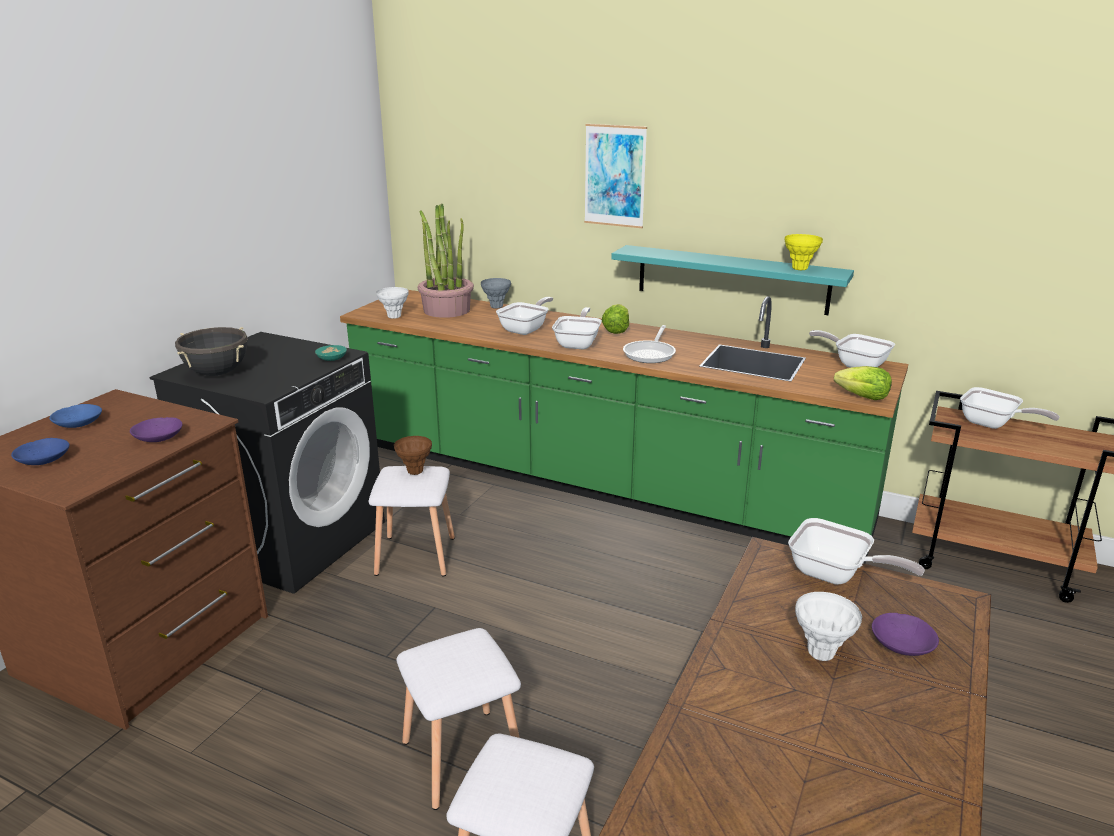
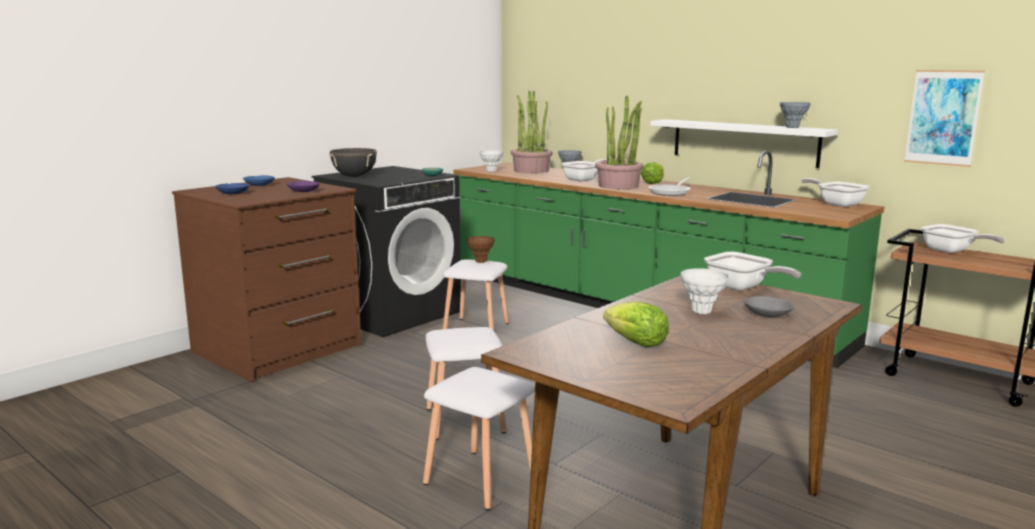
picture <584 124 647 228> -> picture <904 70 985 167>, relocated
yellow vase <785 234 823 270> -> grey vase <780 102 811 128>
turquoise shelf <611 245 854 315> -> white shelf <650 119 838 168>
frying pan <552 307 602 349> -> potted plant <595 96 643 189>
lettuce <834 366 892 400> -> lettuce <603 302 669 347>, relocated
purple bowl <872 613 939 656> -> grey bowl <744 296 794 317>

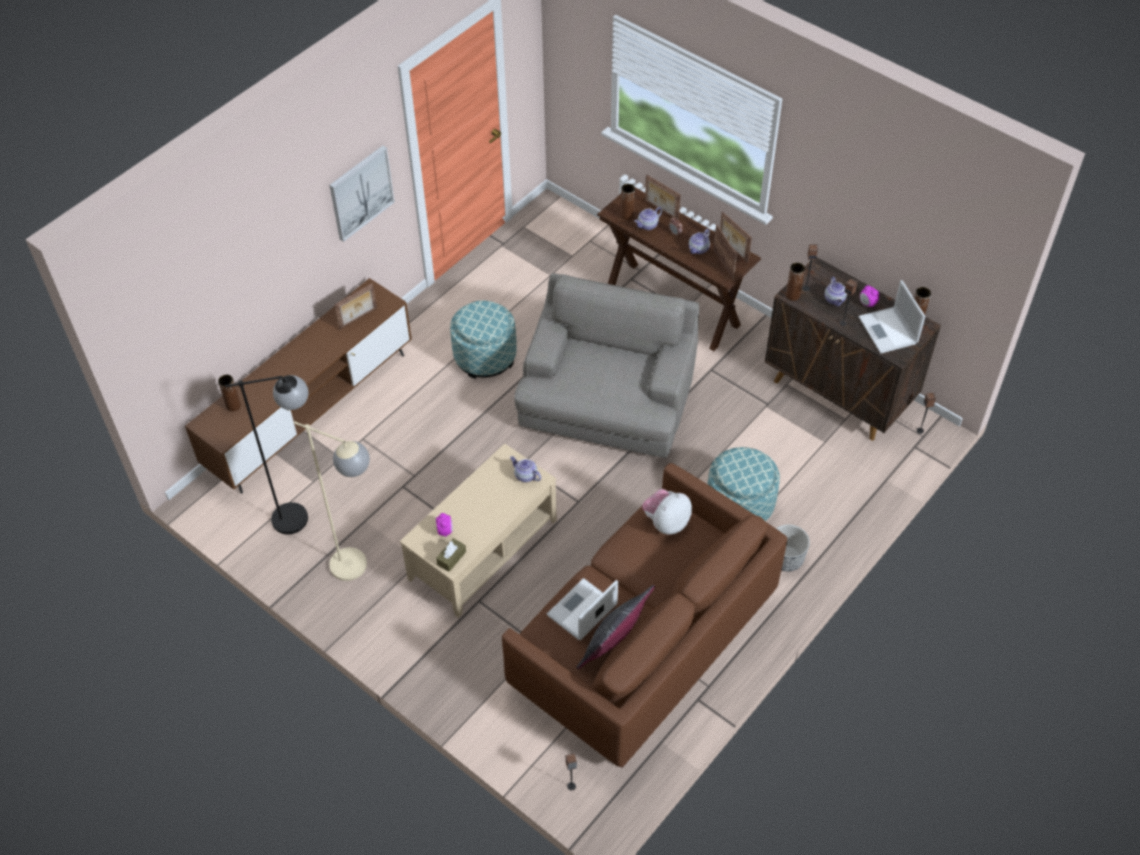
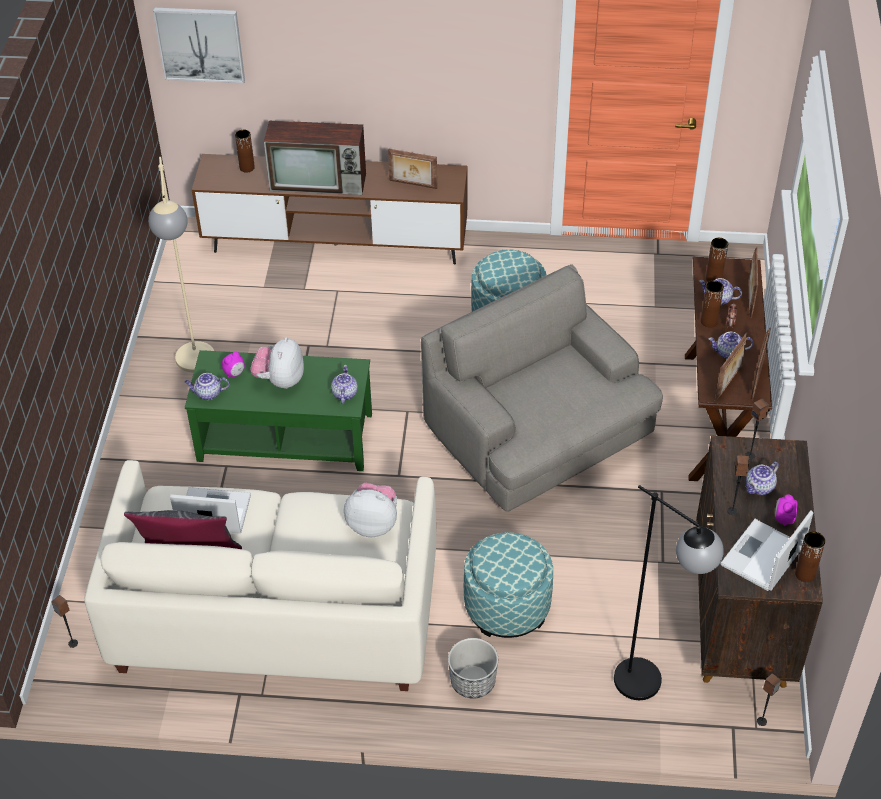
picture <330 146 395 242> -> picture <153 8 245 83>, relocated
brown vase <786 263 805 301> -> brown vase <701 281 724 327>, relocated
grey armchair <514 273 699 458> -> grey armchair <421 264 663 512>, 105 degrees counterclockwise
black floor lamp <225 375 308 534> -> black floor lamp <614 485 724 700>, relocated
beige coffee table <400 443 557 618> -> green coffee table <185 350 372 471>
brown sofa <502 463 787 768> -> white sofa <84 460 436 691>
brown tissue box <436 538 466 572> -> teapot <185 373 229 400>
none -> television <264 121 366 195>
none -> plush toy <250 337 304 389>

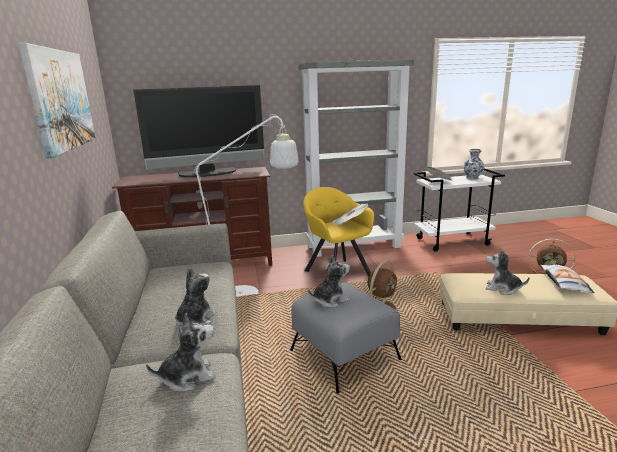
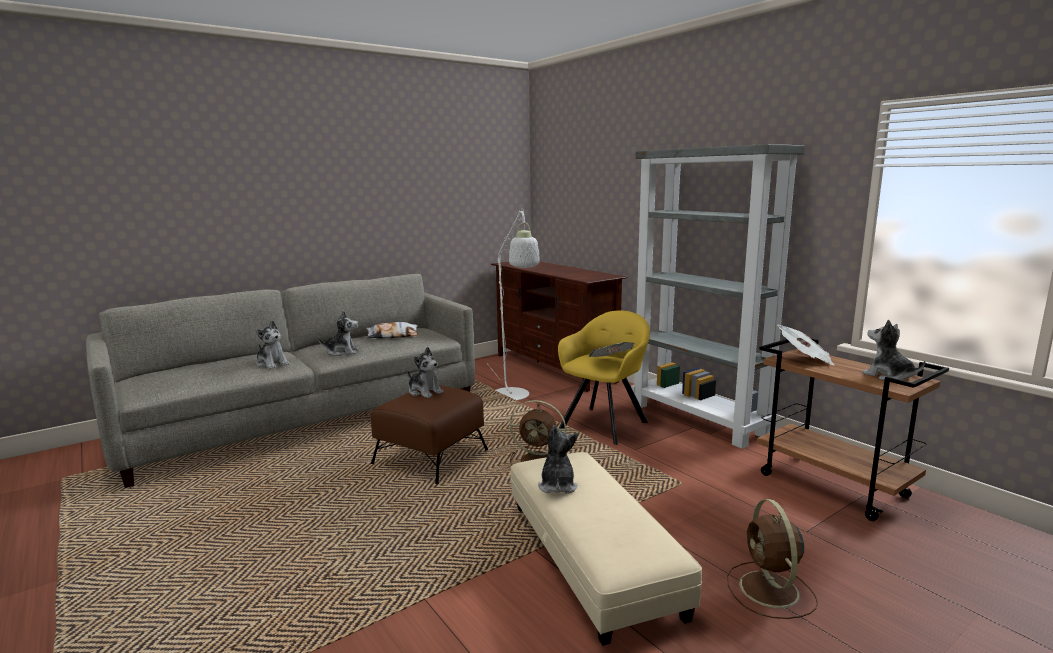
picture <18 43 96 159> -> none
television <133 85 265 177> -> none
vase <463 149 484 179> -> plush toy <862 320 925 380>
white cart <414 168 505 252> -> brown cart <757 339 949 521>
pillow <541 265 595 293> -> pillow <366 322 418 339>, relocated
grey ottoman <290 283 402 393> -> brown ottoman <371 385 488 484>

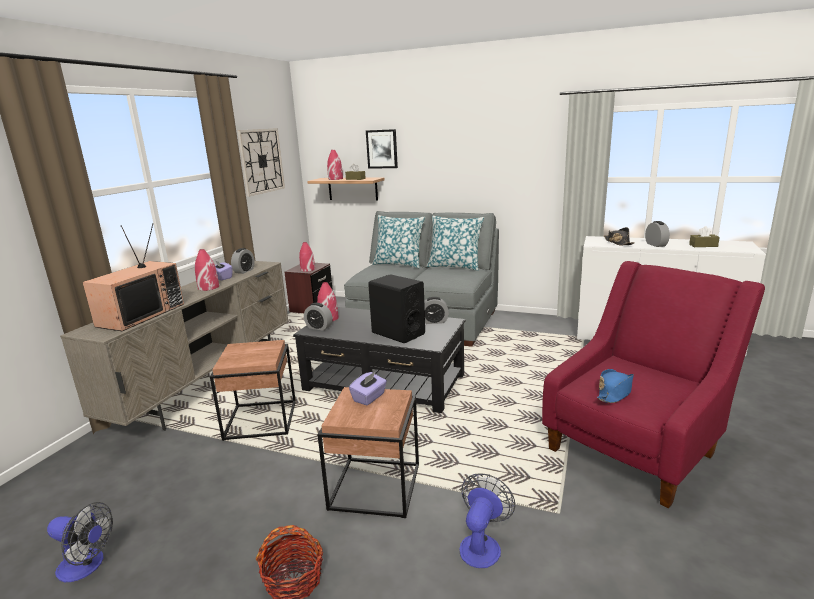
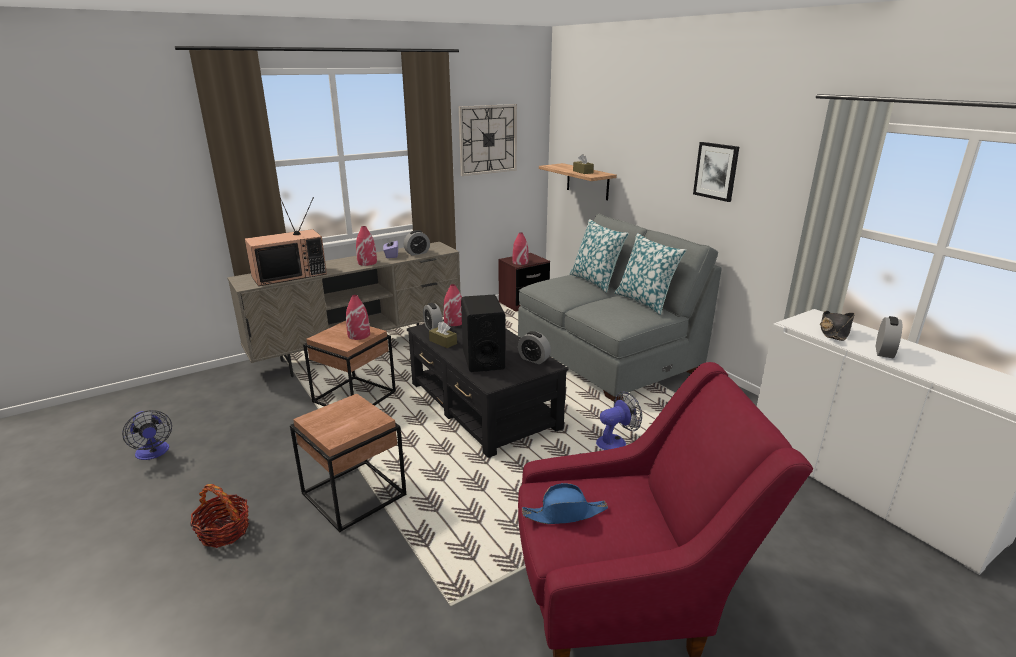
picture <366 129 398 169> -> picture <693 142 739 202>, relocated
red vase <327 150 343 180> -> red vase <346 295 370 340>, relocated
brown tissue box <689 226 720 247> -> brown tissue box <429 322 457 348>, relocated
purple tissue box <349 371 387 405> -> none
fan <460 473 515 568> -> fan <596 391 642 450>, relocated

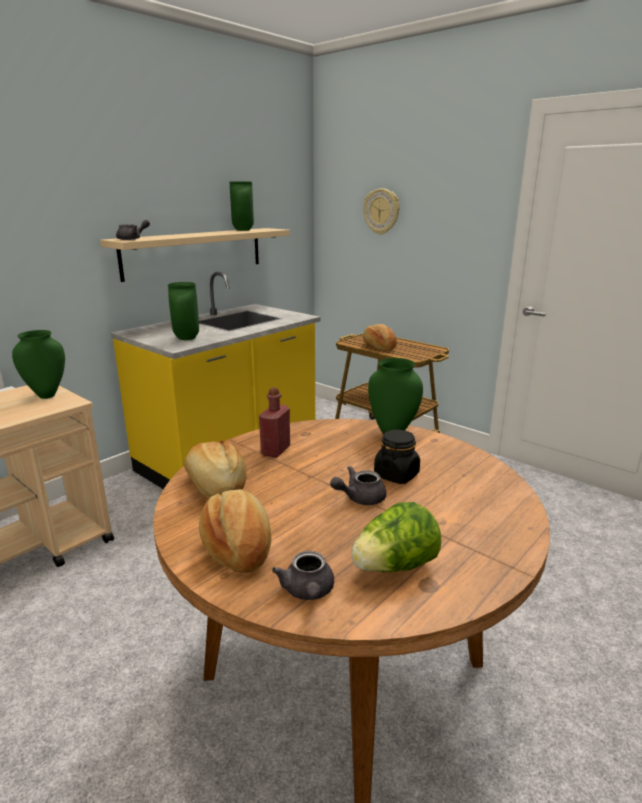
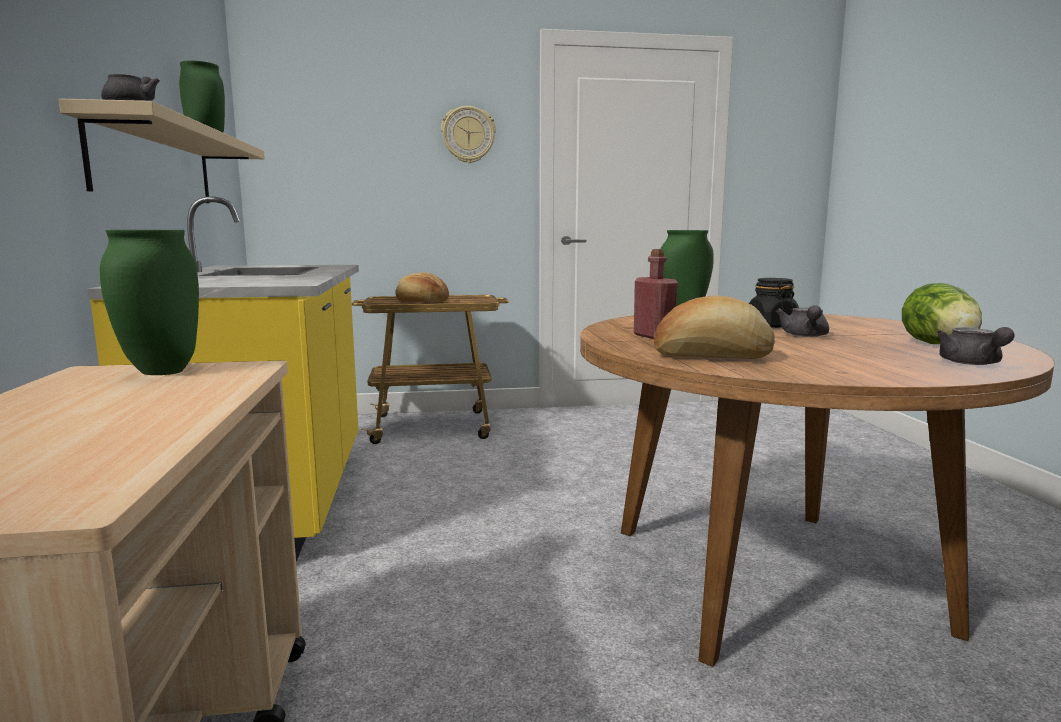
wall clock <363 188 400 234> -> wall clock <441 106 496 163>, relocated
green vase <168 282 199 340> -> none
bread <199 489 271 573> -> none
grey teapot <272 551 334 600> -> grey teapot <937 327 1015 365>, 60 degrees clockwise

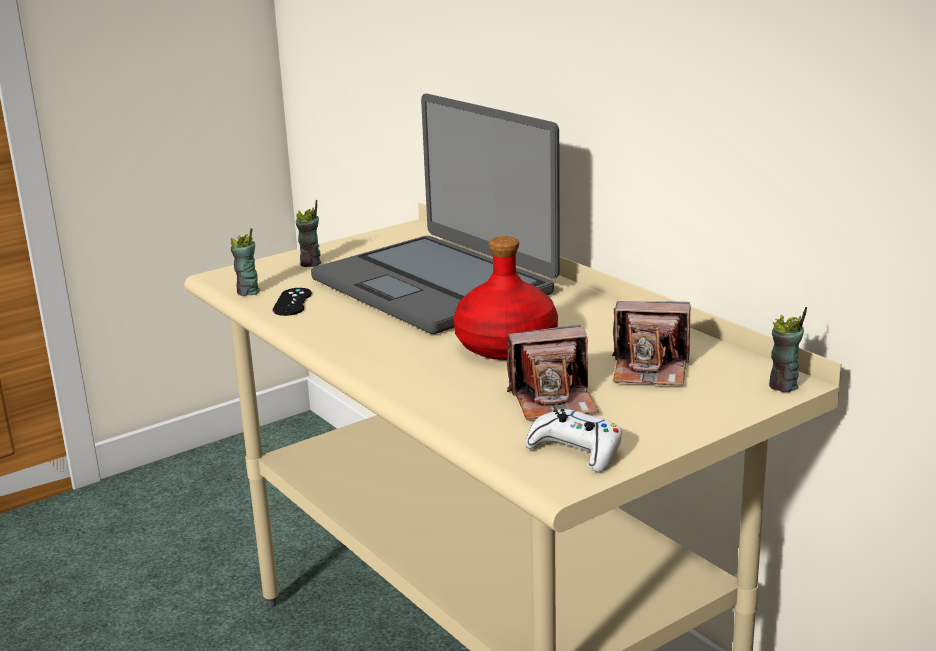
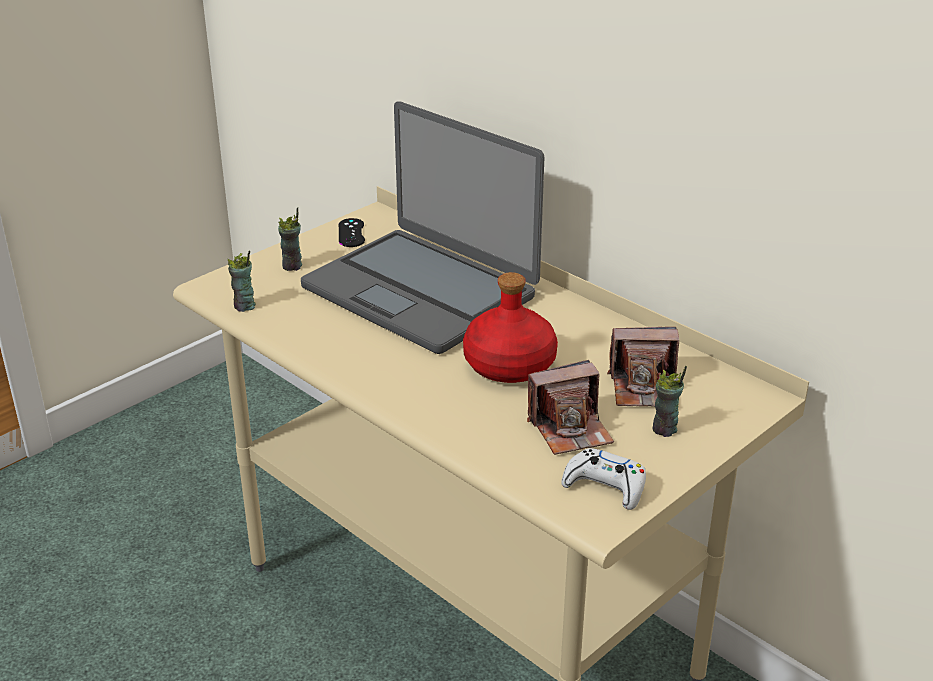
black game controller <273 288 312 316> -> black game controller <339 218 365 247>, relocated
cup <769 307 807 392> -> cup <652 366 687 437>, relocated

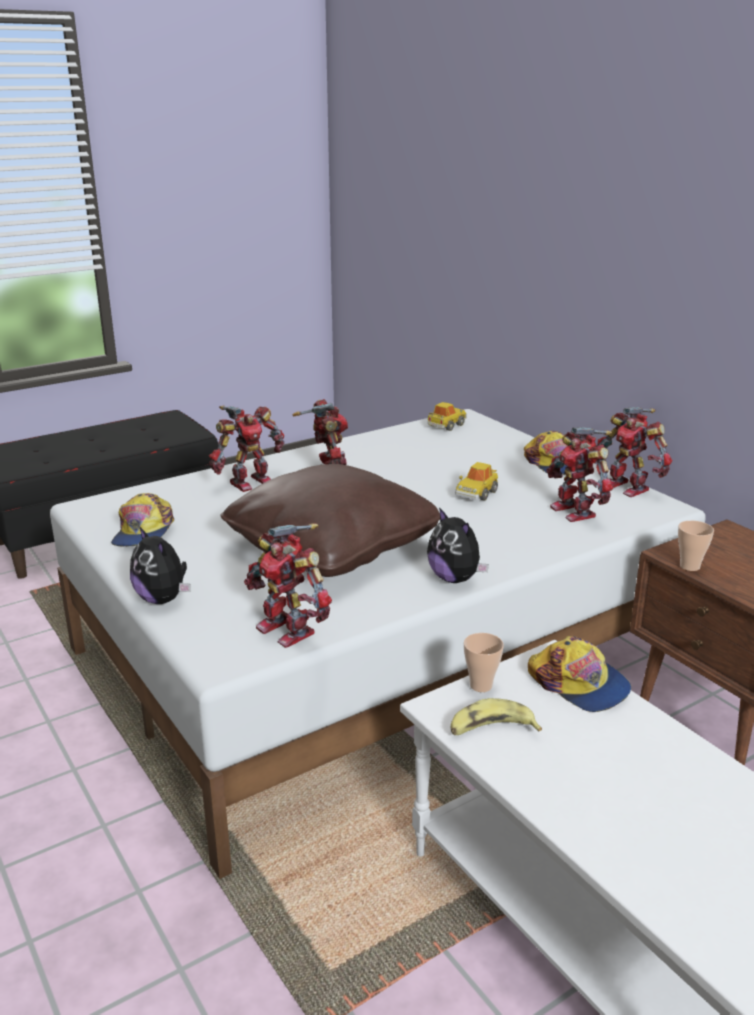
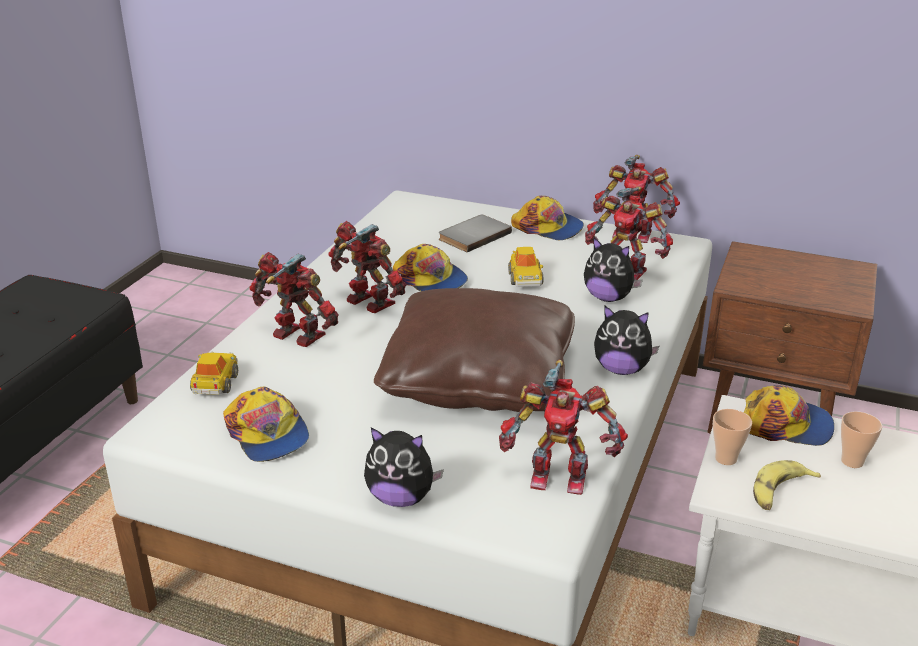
toy car <428 402 467 431> -> toy car <190 352 238 395>, relocated
toy robot <209 405 284 492> -> toy robot <250 252 339 347>, 75 degrees counterclockwise
cup <678 520 714 571> -> cup <841 411 882 468>, relocated
none -> grey book <439 215 512 252>
none -> plush toy <584 238 643 302>
none -> cap <393 244 468 291>

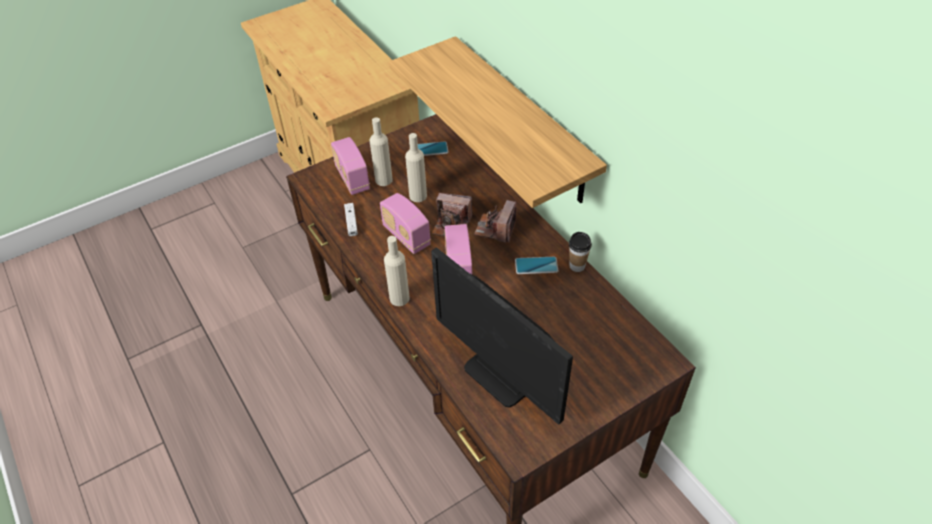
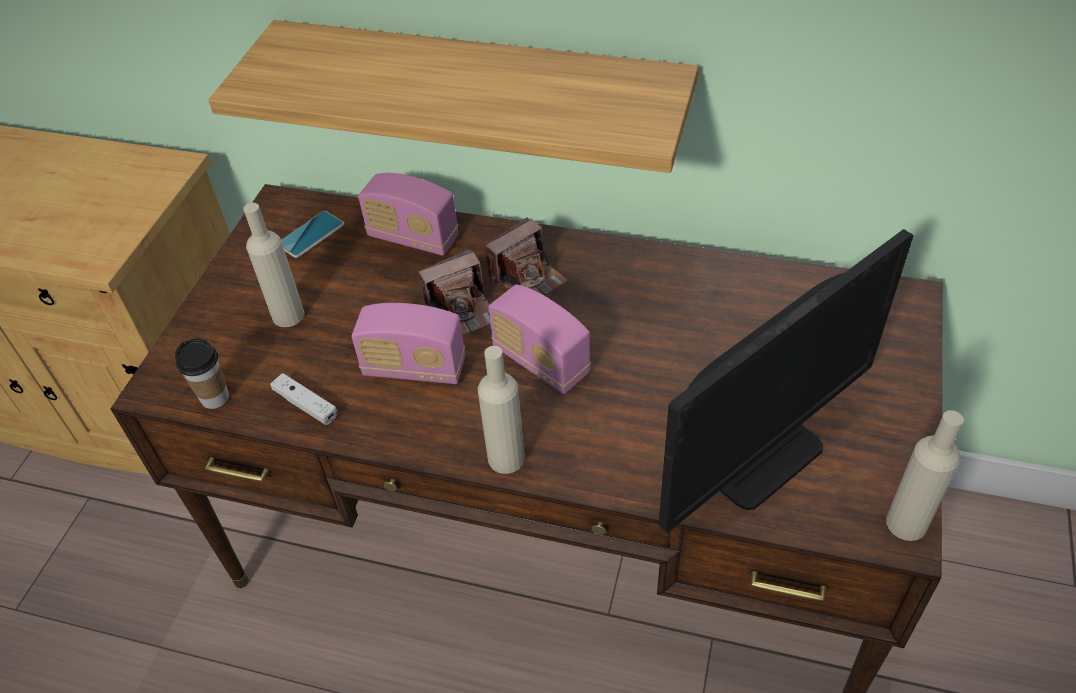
beige bottle <405 133 427 202> -> beige bottle <886 410 964 541>, relocated
radio <331 137 370 195> -> radio <358 173 458 256>, relocated
photo camera <474 200 517 243> -> photo camera <485 217 569 296>, 105 degrees counterclockwise
cup <569 232 592 272> -> cup <175 338 229 409>, relocated
monitor <431 248 573 424> -> monitor <659 229 913 533>, 45 degrees counterclockwise
phone <515 257 558 274> -> none

